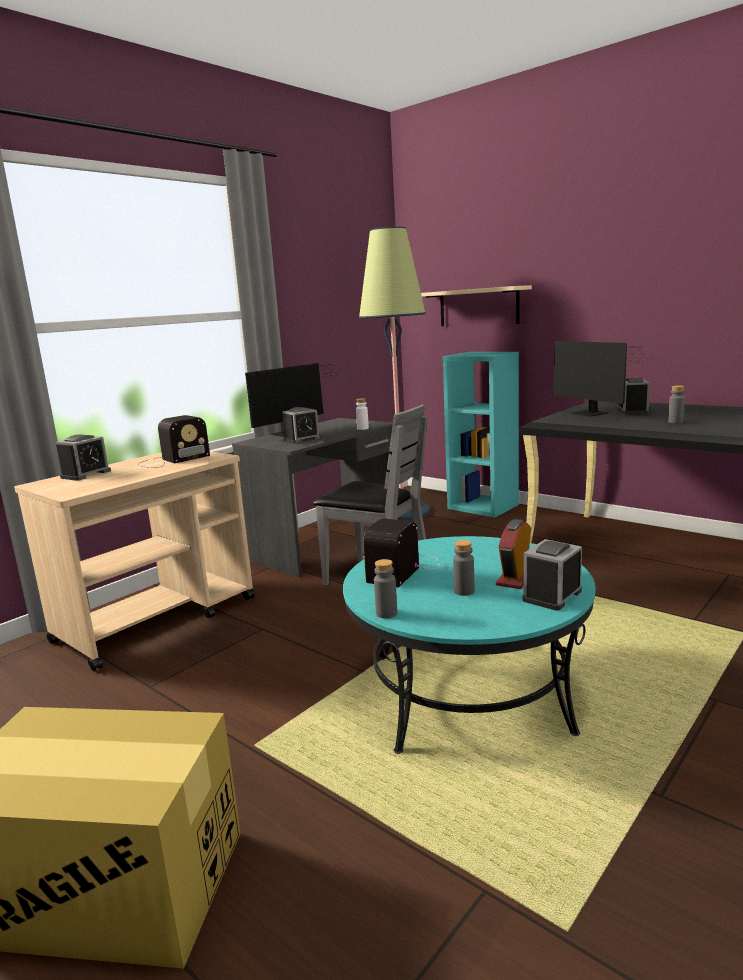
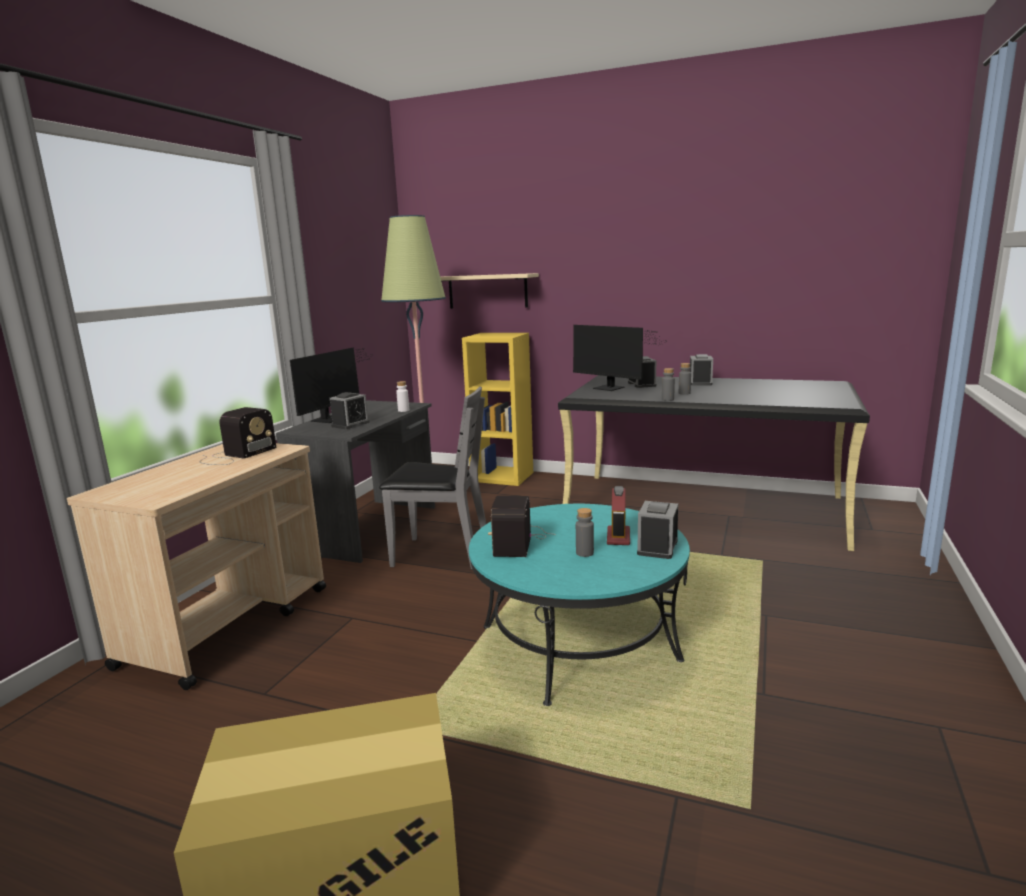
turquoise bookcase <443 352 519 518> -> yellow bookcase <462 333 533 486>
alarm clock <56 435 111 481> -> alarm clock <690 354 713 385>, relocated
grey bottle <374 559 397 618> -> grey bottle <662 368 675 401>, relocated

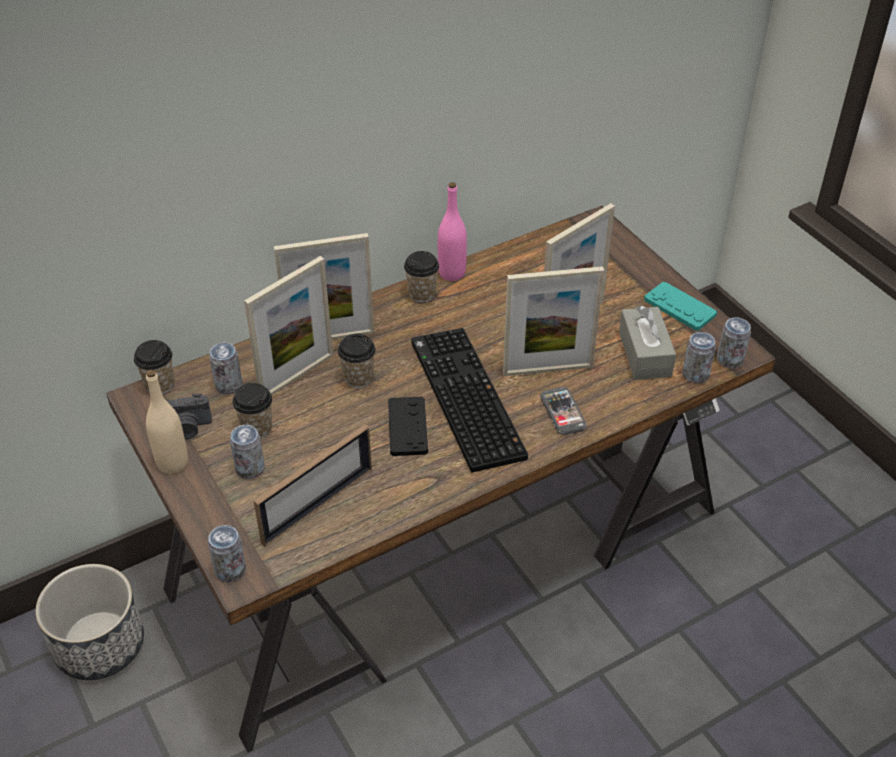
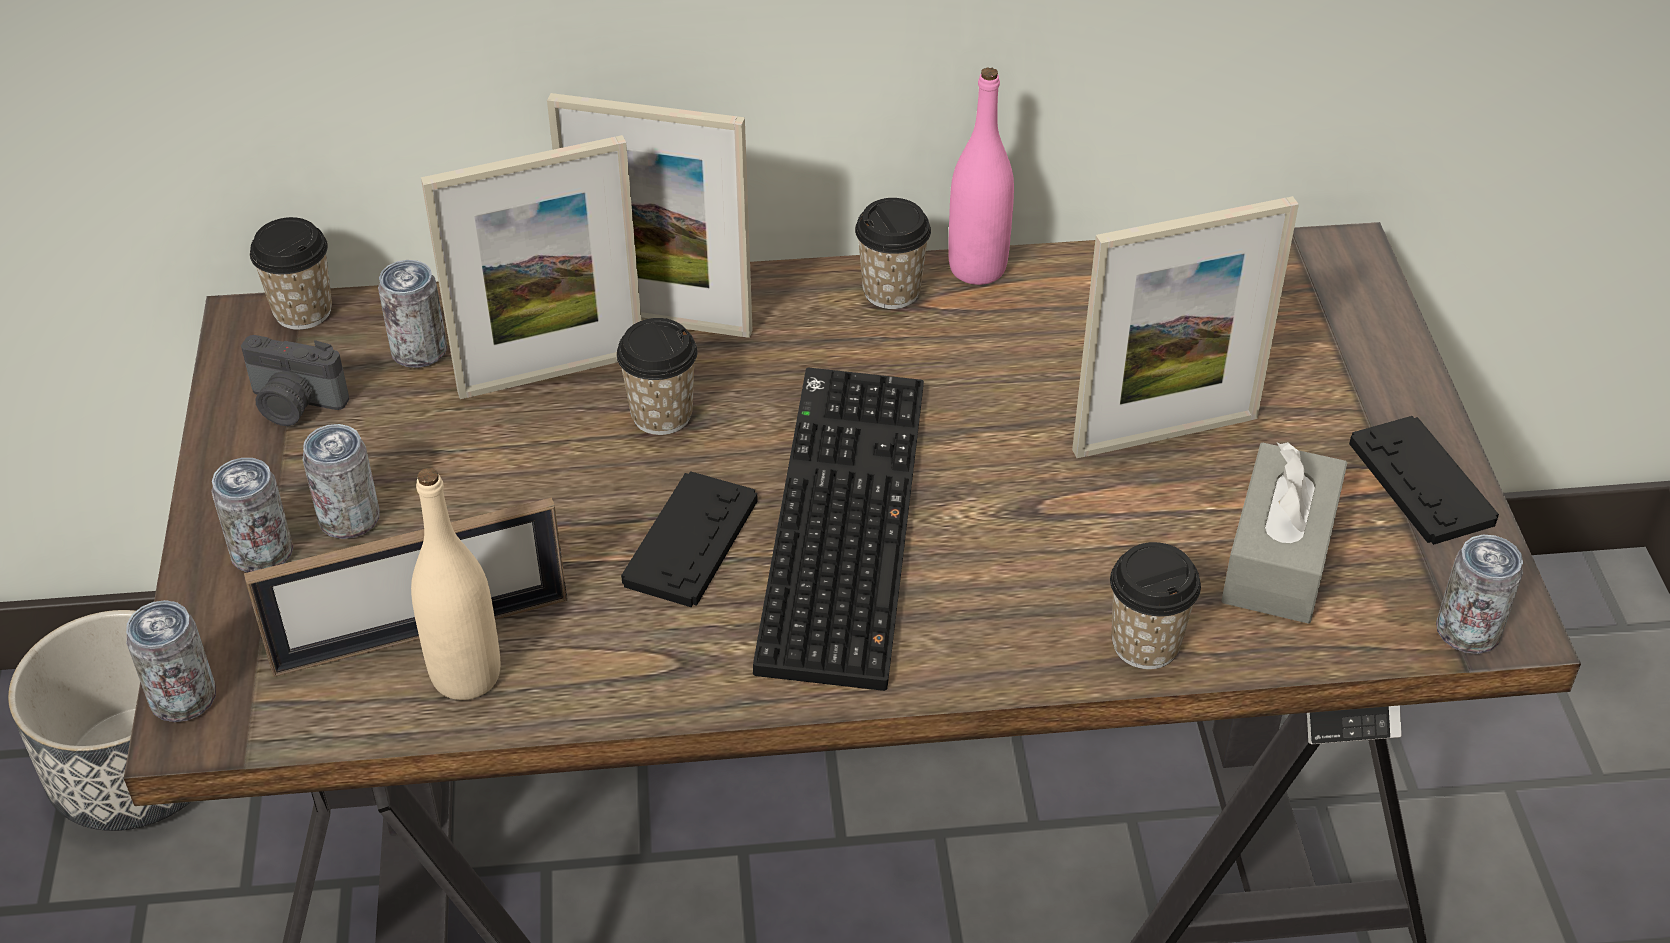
picture frame <503 266 604 376> -> none
turquoise game controller <644 282 717 331> -> black game controller <1349 416 1499 545>
can <682 332 716 383> -> can <211 458 293 573>, relocated
beige bottle <146 370 188 474> -> beige bottle <411 468 500 700>, relocated
cup <232 383 272 439> -> cup <1110 542 1201 669>, relocated
phone <540 387 587 435> -> none

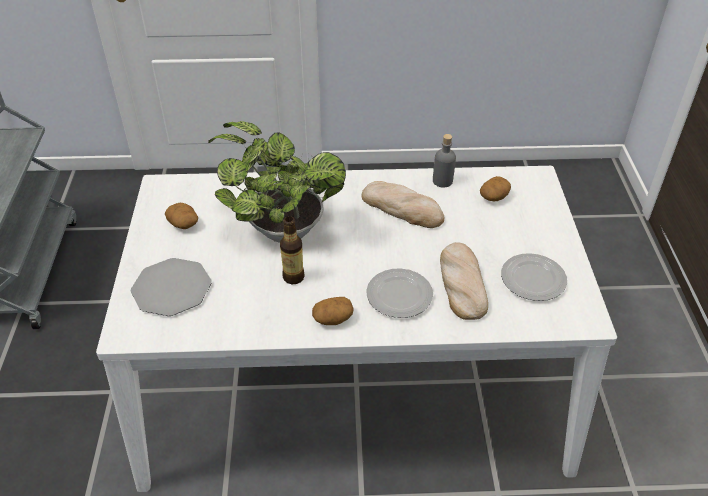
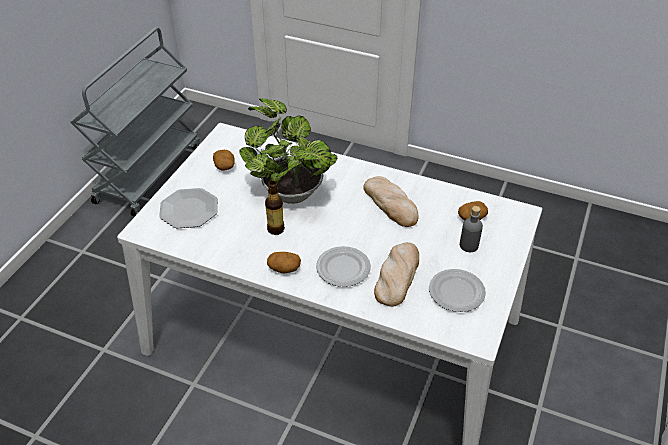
grey bottle <433 134 456 187> -> grey bottle <460 206 483 252>, relocated

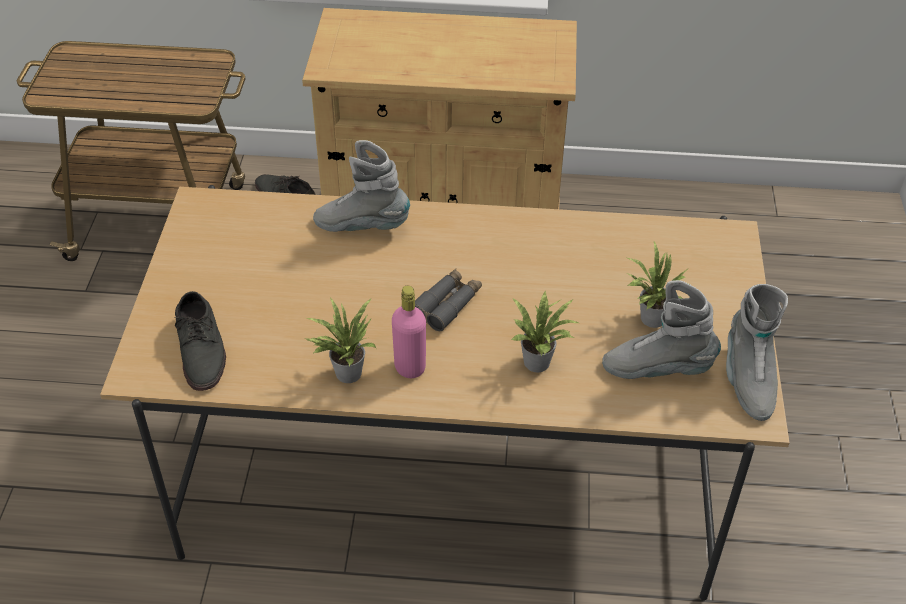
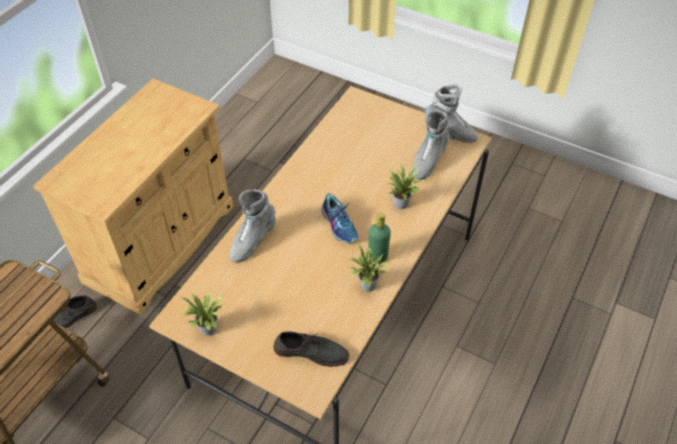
potted plant <628 241 691 328> -> potted plant <178 291 223 336>, relocated
grey binoculars <415 269 482 331> -> shoe <321 193 359 243>
pink bottle <392 286 426 378> -> green bottle <368 213 391 263>

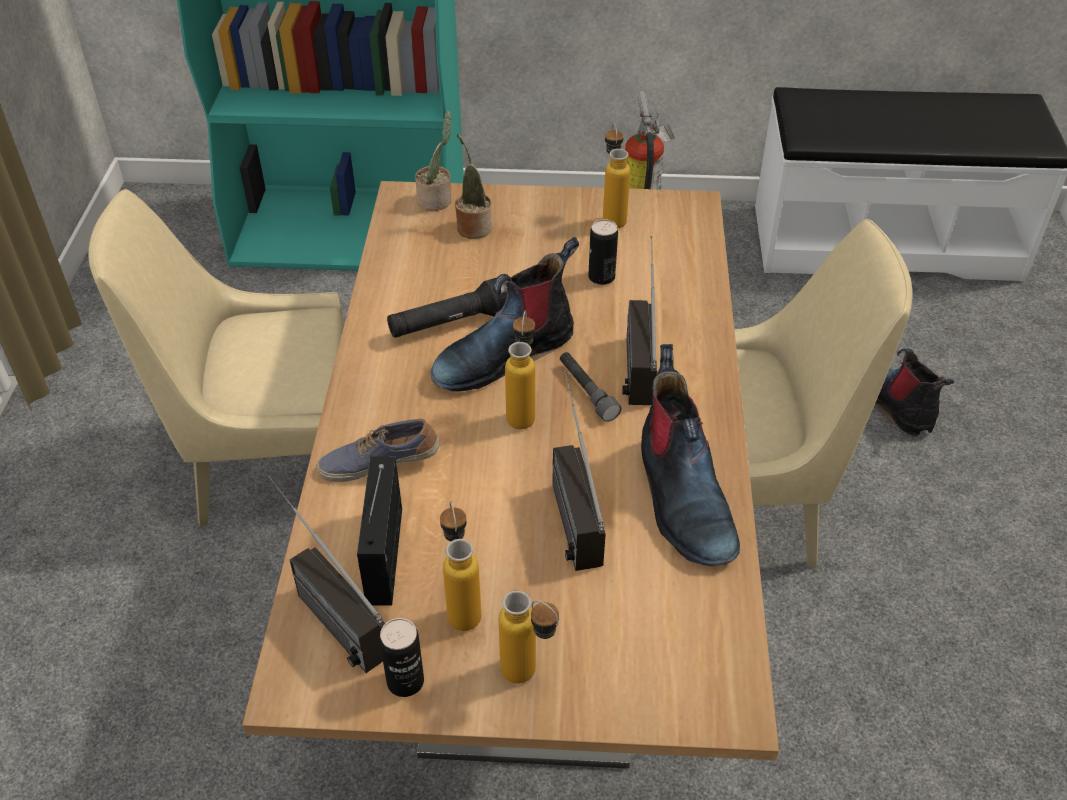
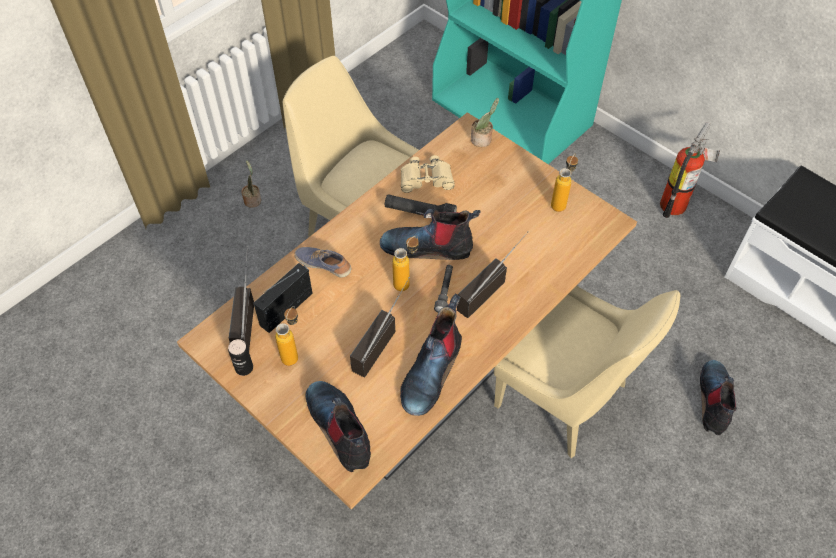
potted plant <455 133 492 239> -> potted plant <241 160 261 208>, relocated
can <588 219 618 285> -> none
bottle <499 591 559 684> -> none
none -> beige binoculars <401 155 455 193>
none -> boot <306 381 371 472>

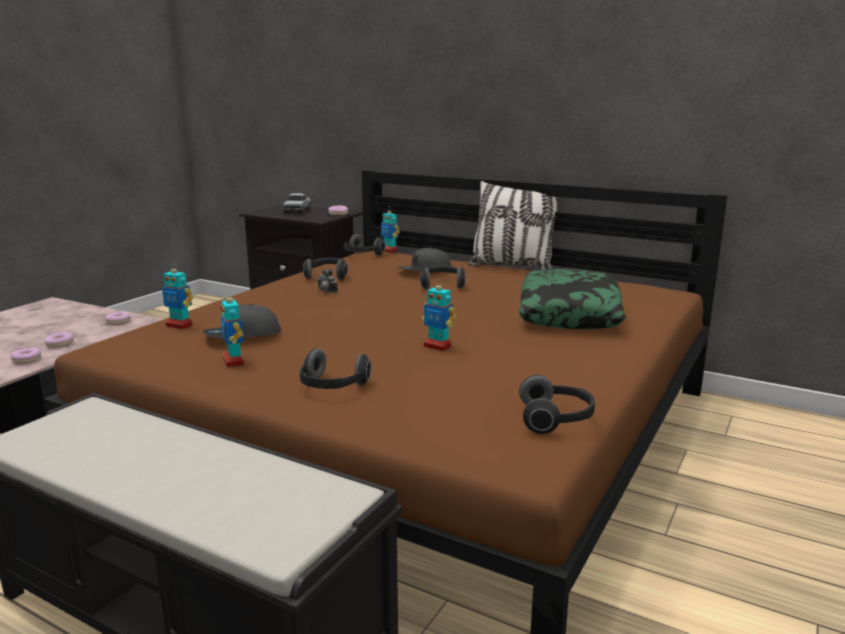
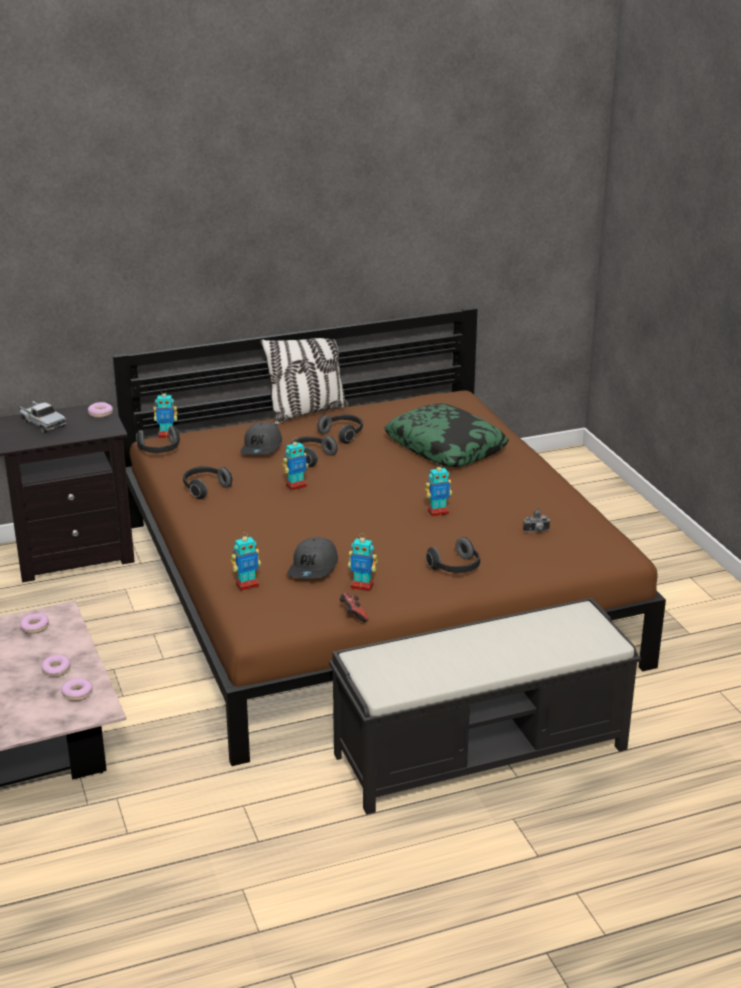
photo camera <317 269 338 293> -> photo camera <523 509 550 533>, relocated
headphones <519 375 595 434> -> headphones <317 414 363 444>, relocated
none -> toy robot <282 437 309 491>
none -> game controller <339 593 369 622>

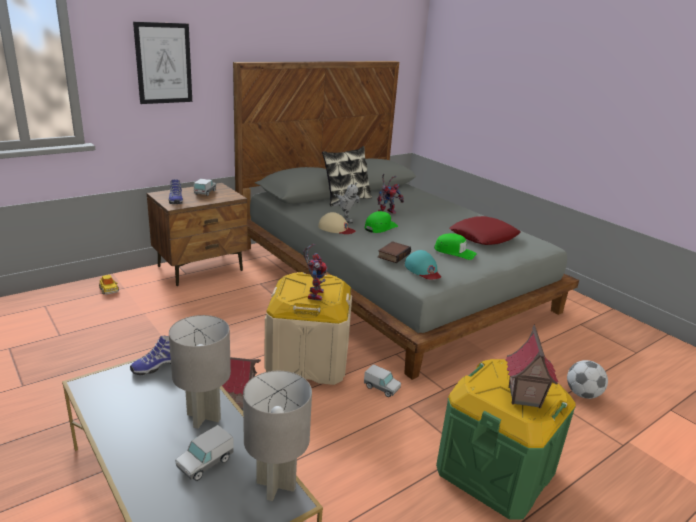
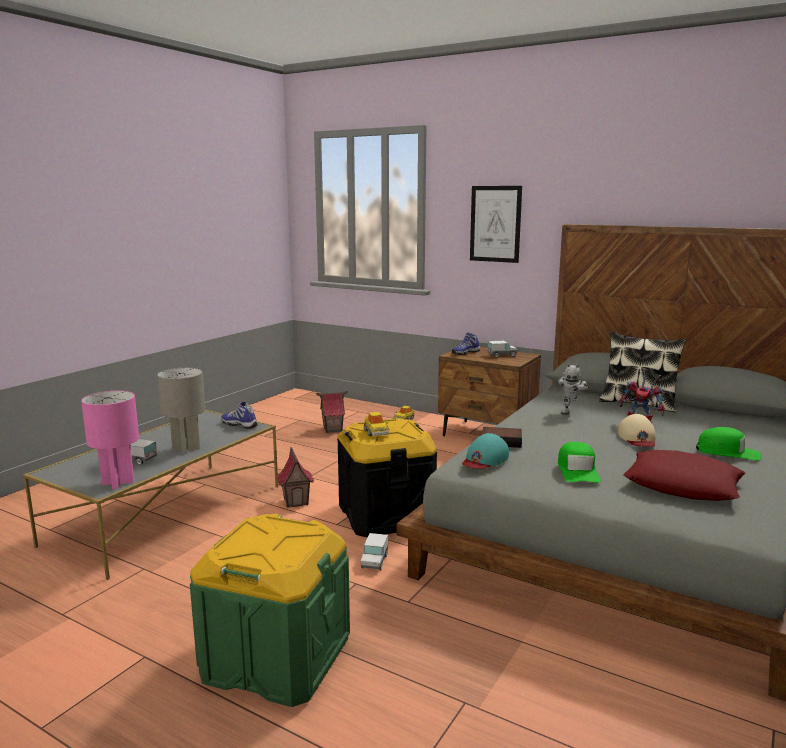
green cap <365 211 398 233> -> green cap <696 427 761 461>, relocated
beige cap <318 212 355 234> -> beige cap <618 414 656 447>, relocated
toy robot <303 244 328 301> -> toy car <364 412 389 436>
beige storage box <264 272 352 385> -> black storage box <337 418 437 537>
toy house <505 324 558 408> -> toy house <316 391 348 433>, relocated
football <567 360 608 399> -> none
grey table lamp <243 371 312 501> -> pink table lamp <81 391 139 490>

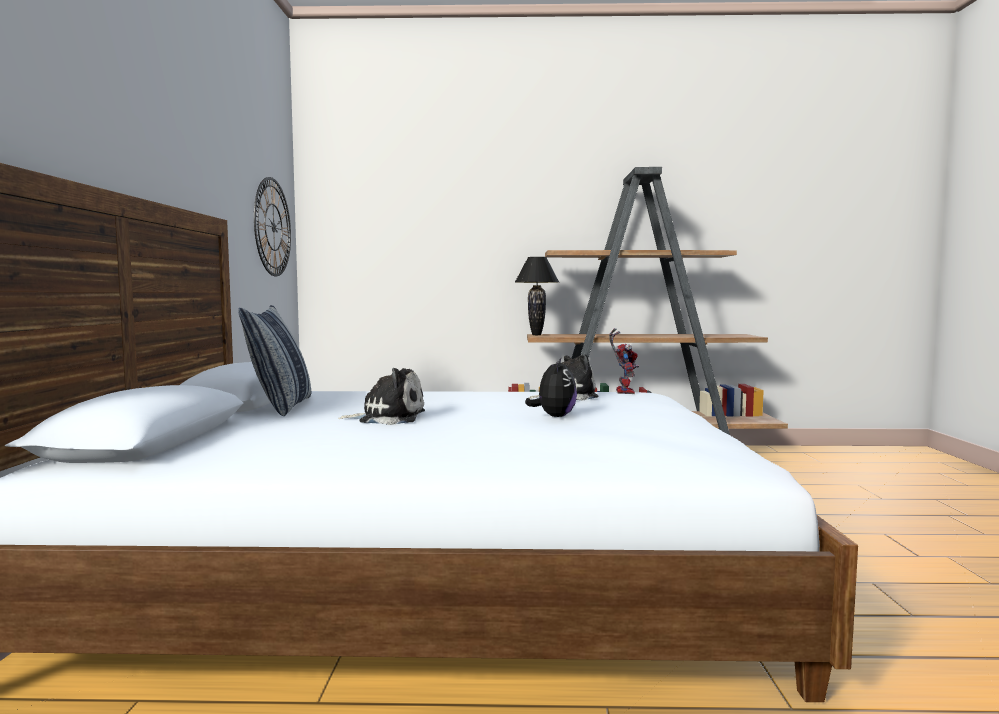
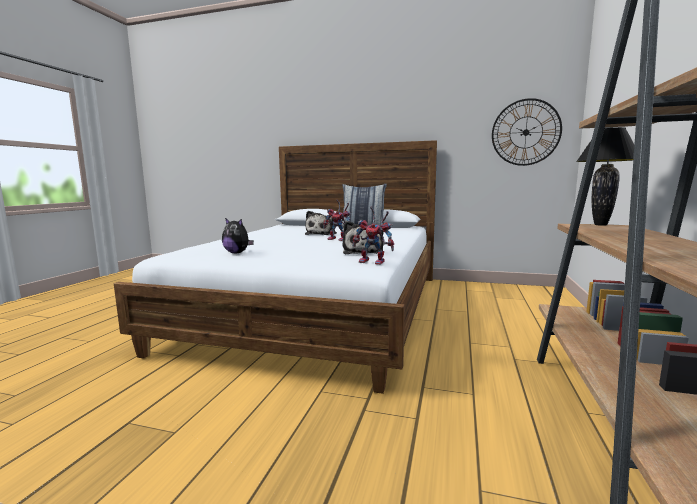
plush toy <525 358 577 417> -> plush toy <222 218 254 253>, relocated
none -> toy robot <323 200 351 241>

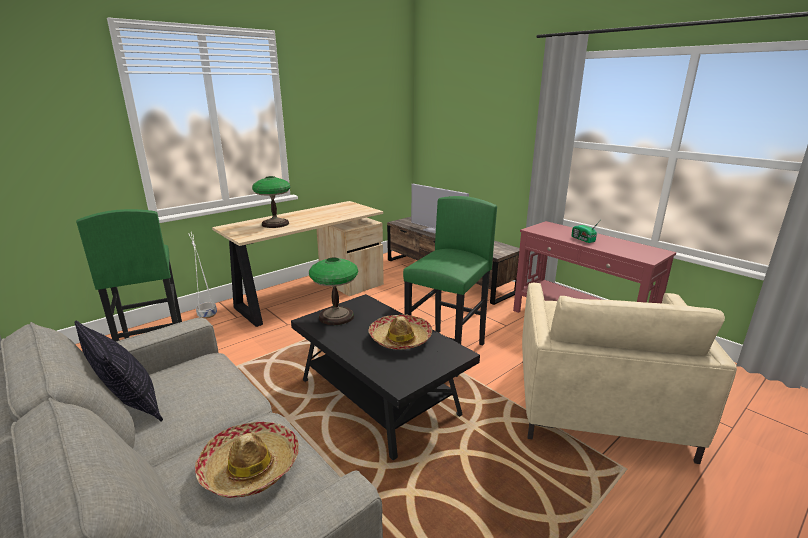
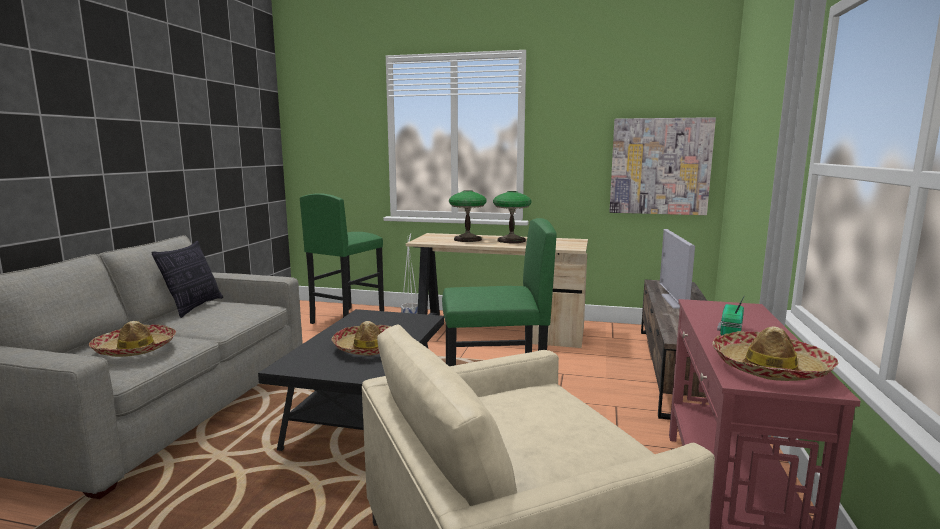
table lamp <309 258 358 325> -> table lamp <493 191 531 243>, relocated
none -> picture <609 117 716 215>
none -> hat <712 327 838 381>

